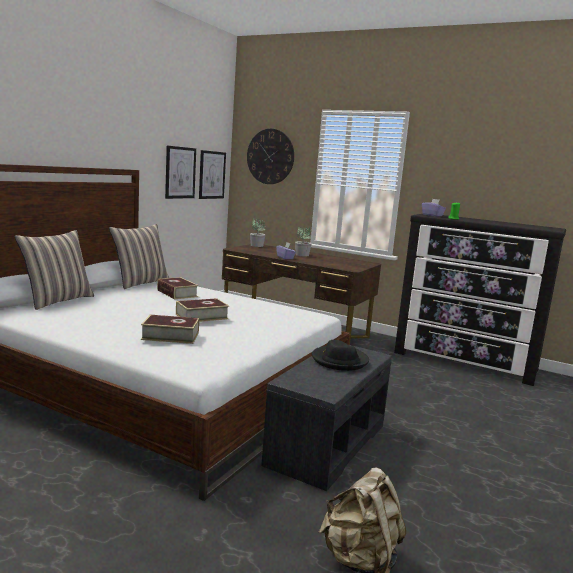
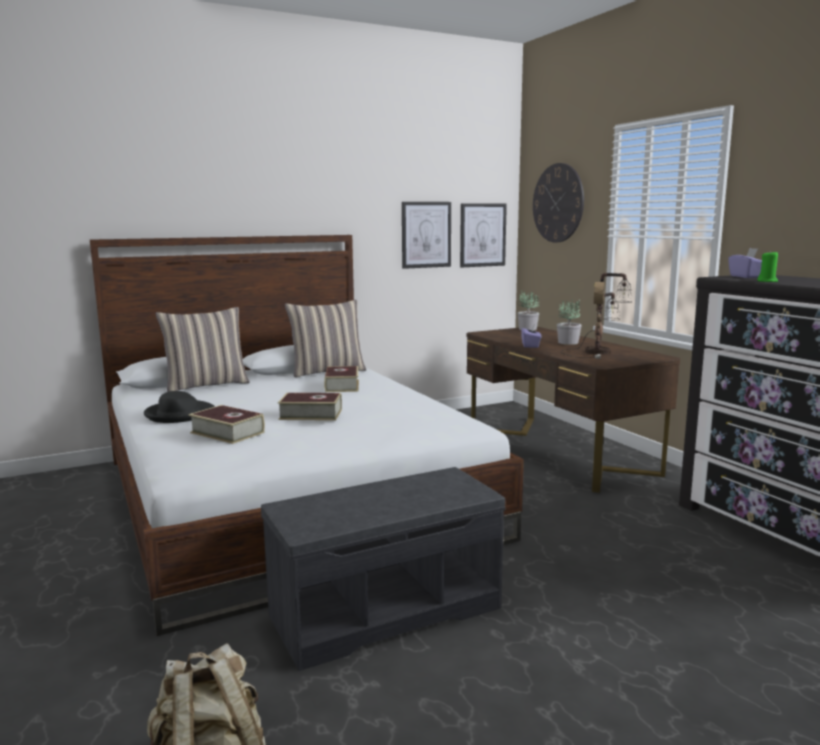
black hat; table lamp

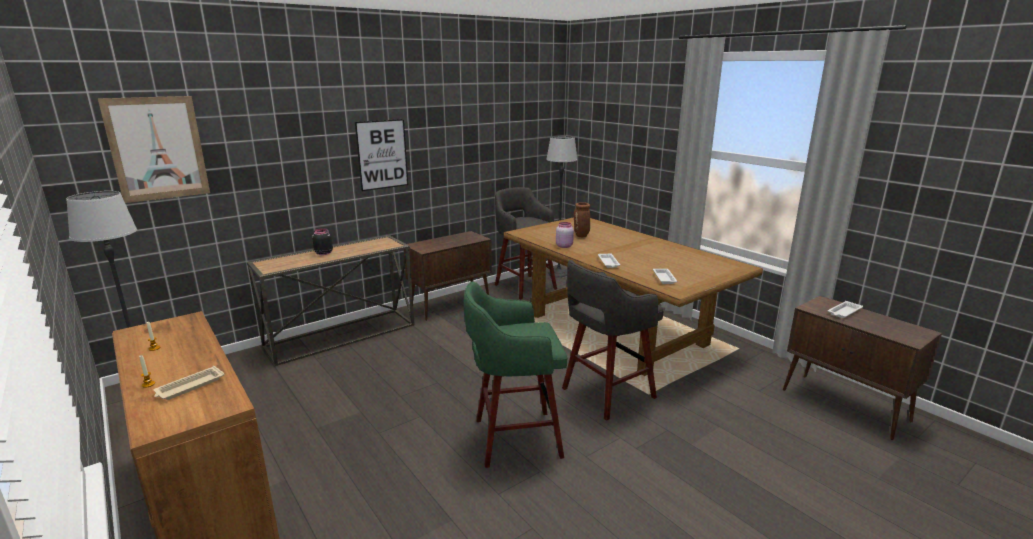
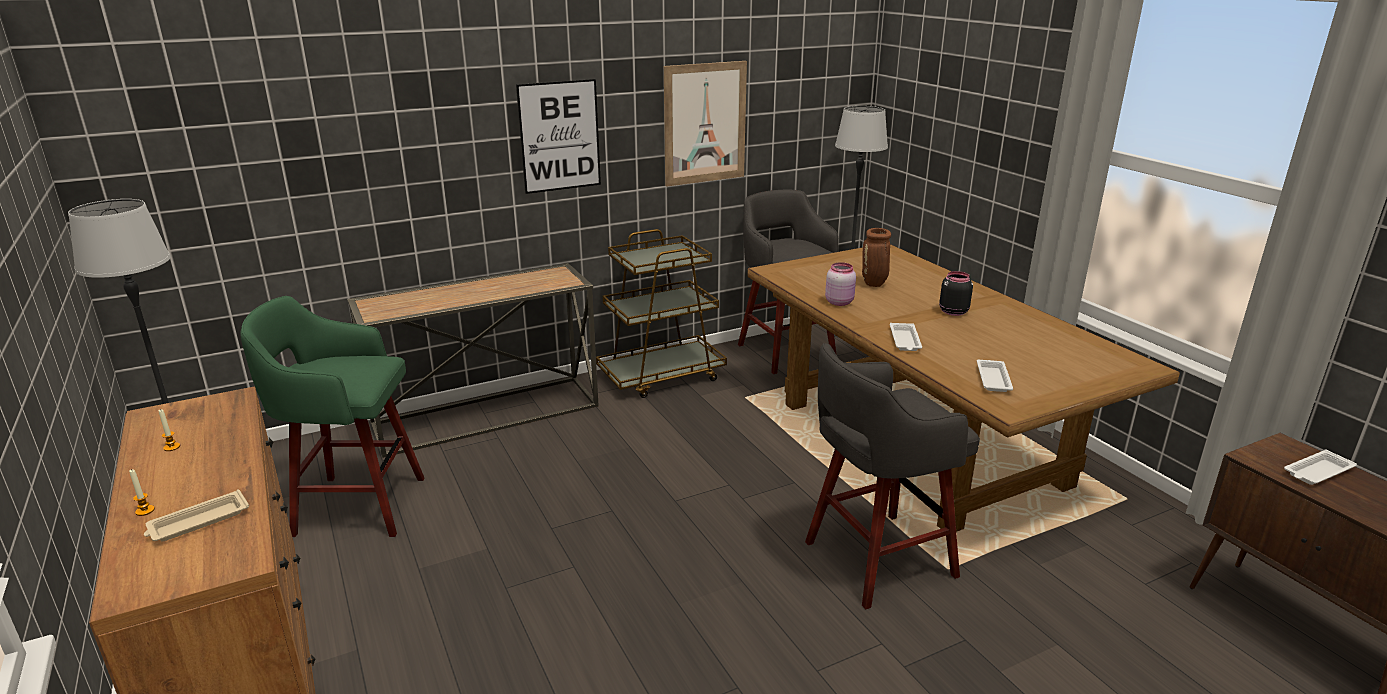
green stool; brown cart; picture (no. 2 from left); black jar

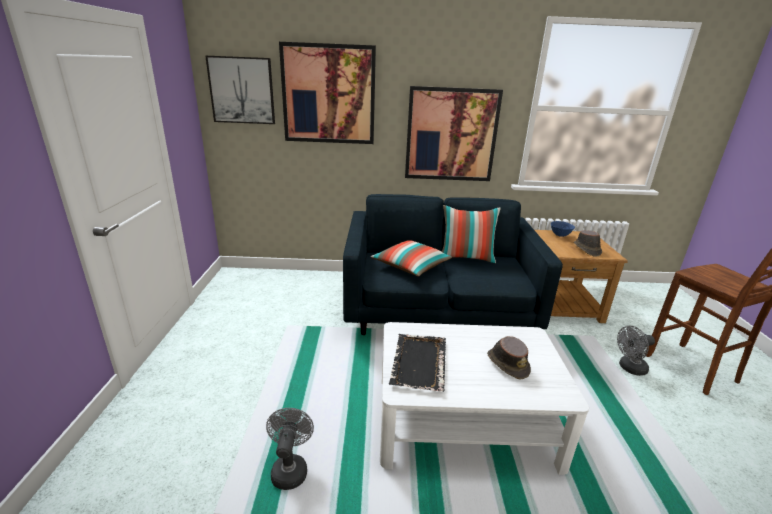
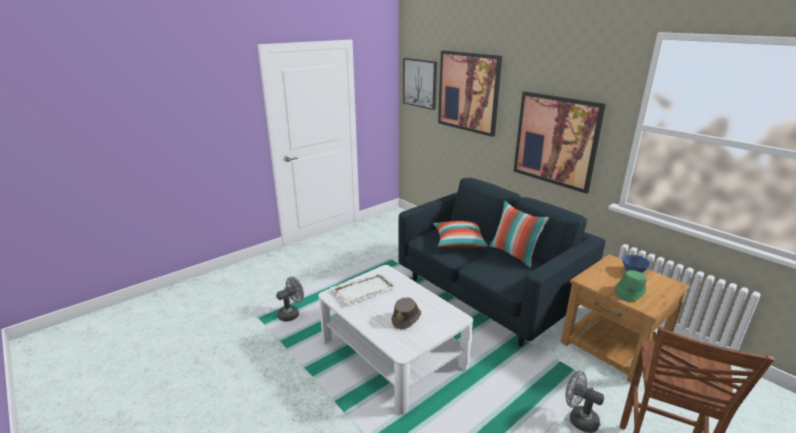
white tray; green hat

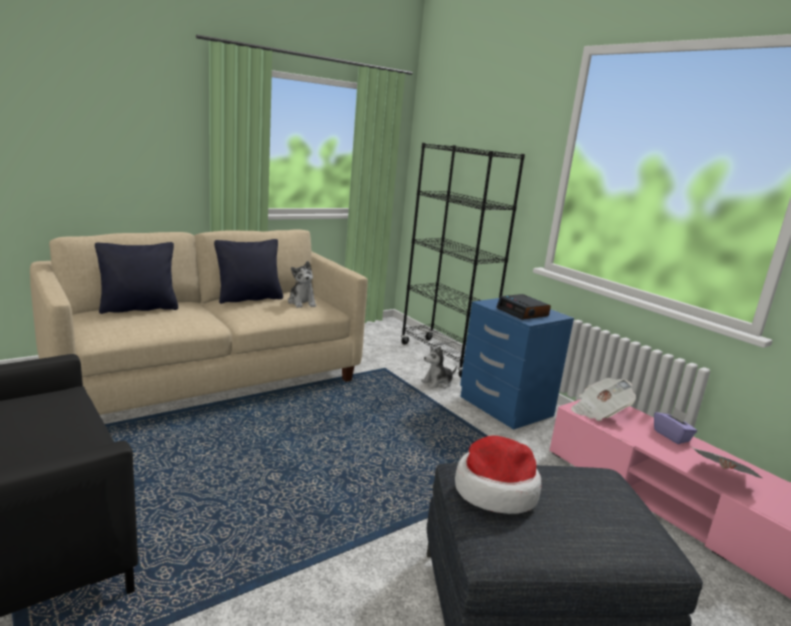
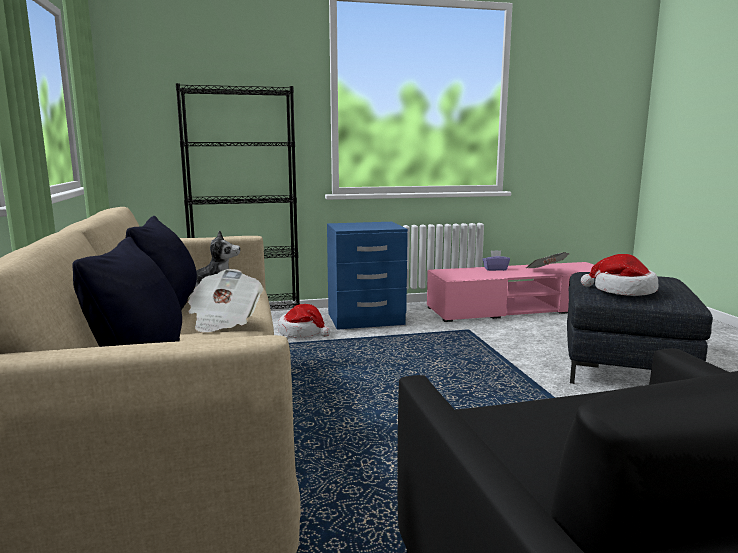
newspaper (no. 1 from left); hat (no. 1 from left); alarm clock

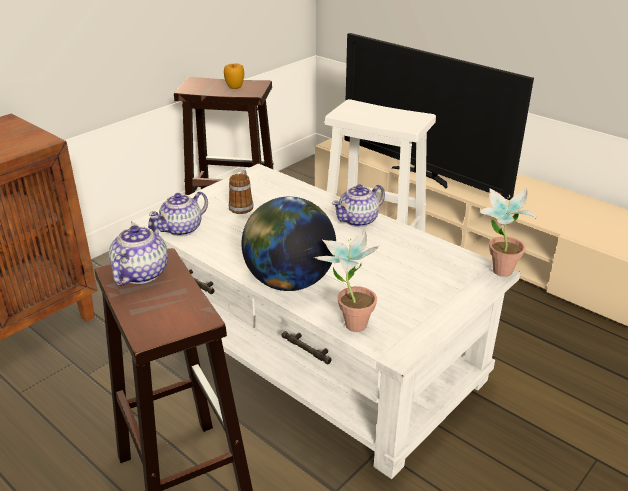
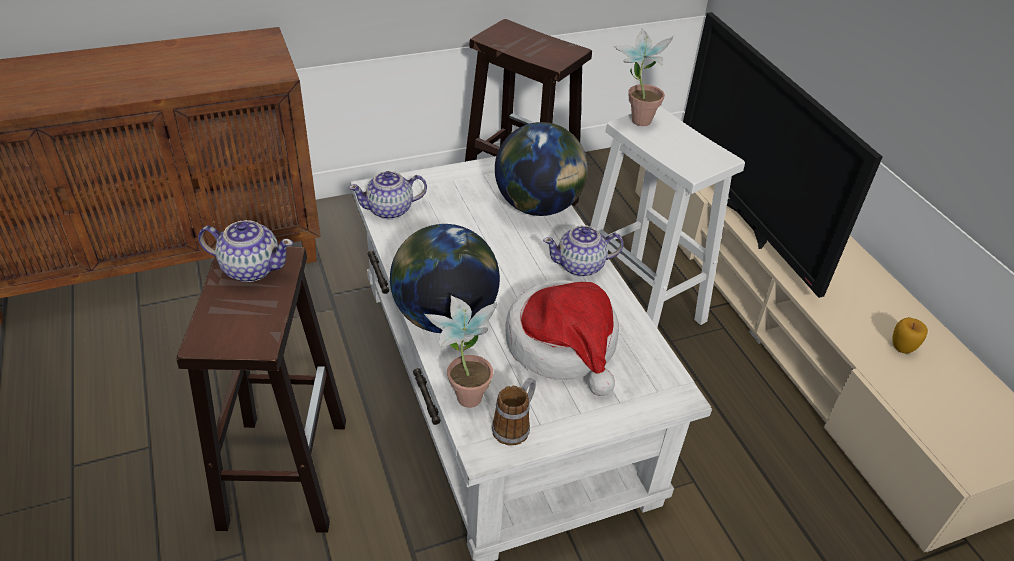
teapot (no. 1 from left); mug; globe (no. 2 from left); hat; potted plant (no. 2 from left); apple

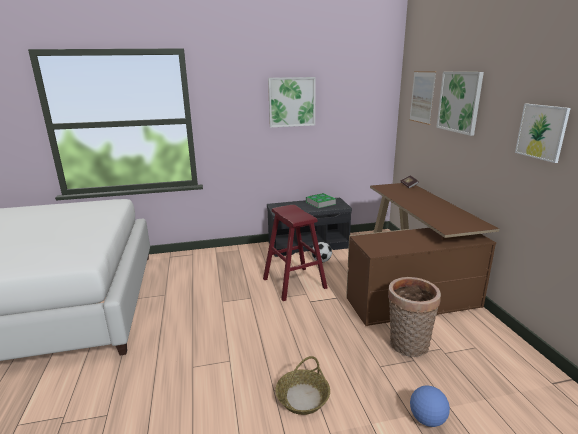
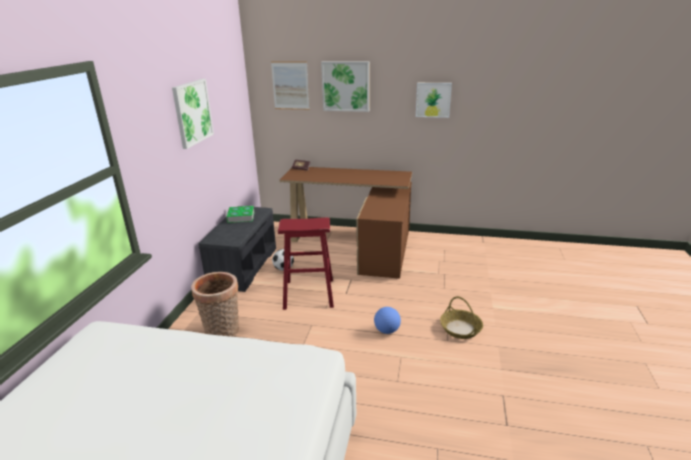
basket (no. 1 from left); football (no. 2 from left)

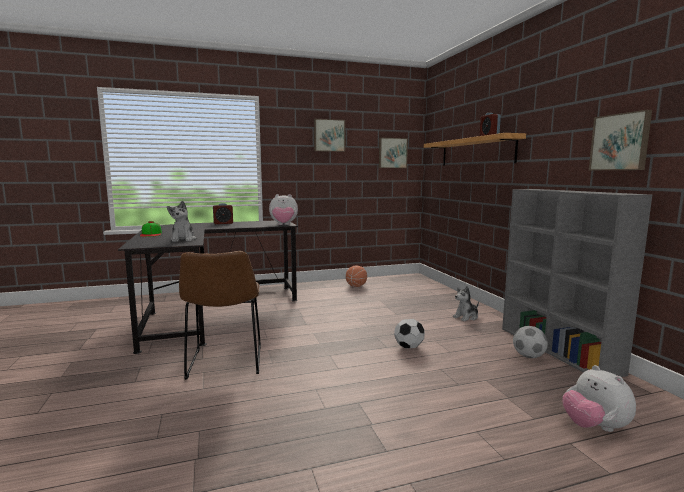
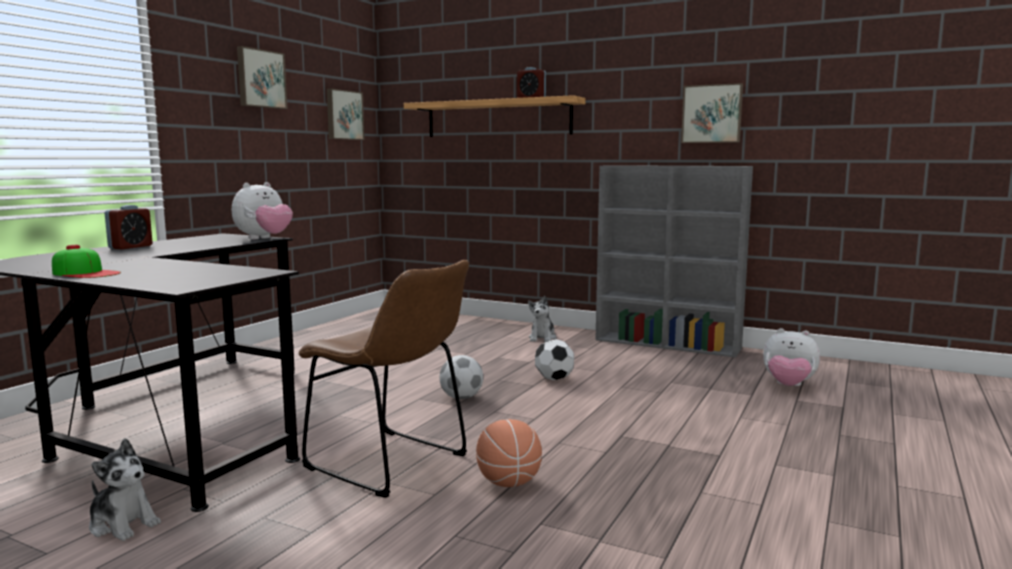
plush toy (no. 1 from left); football (no. 1 from left); basketball

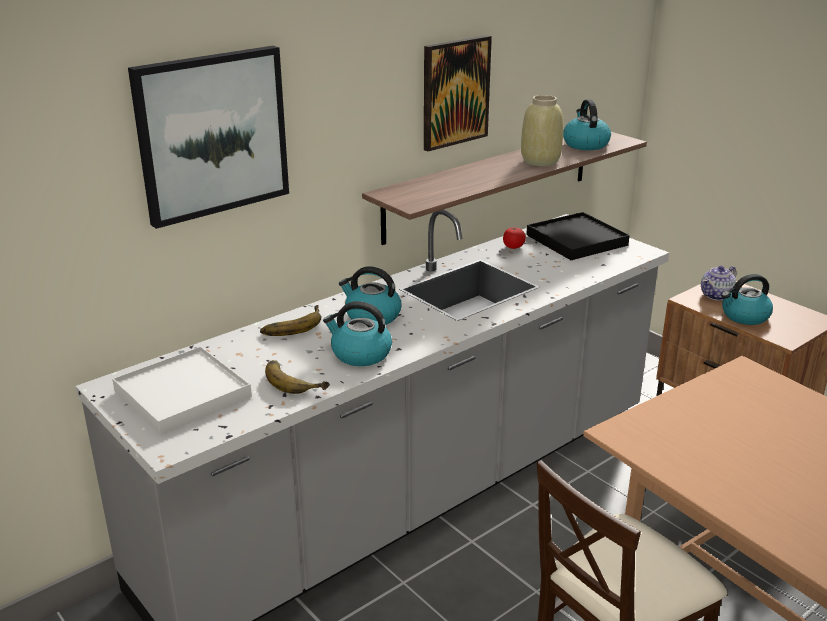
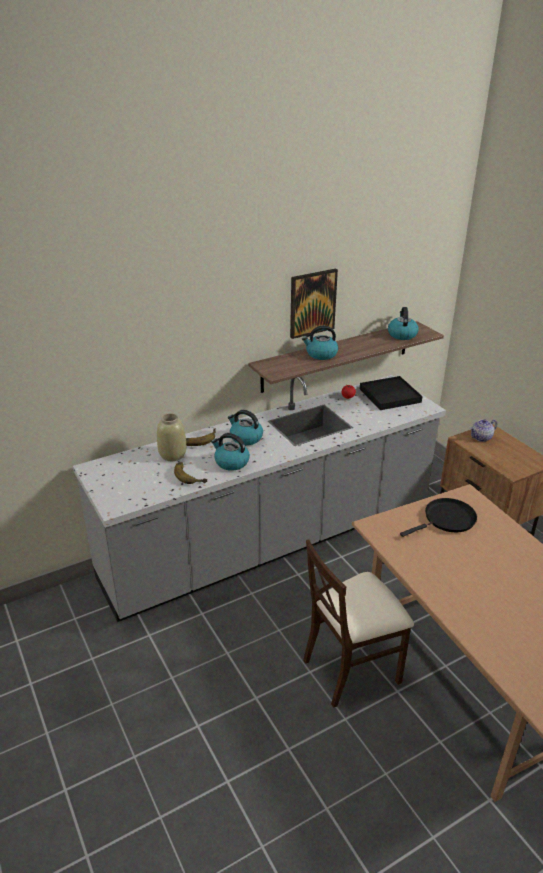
beige vase; kettle (no. 3 from left); black frying pan; white tray; picture (no. 1 from left in the first image)

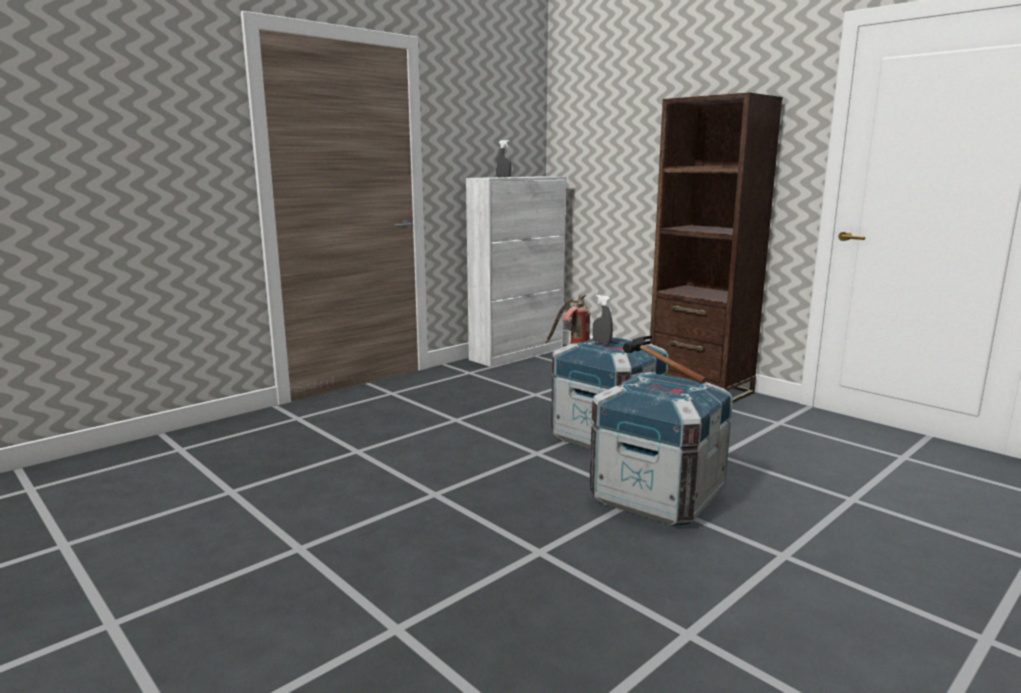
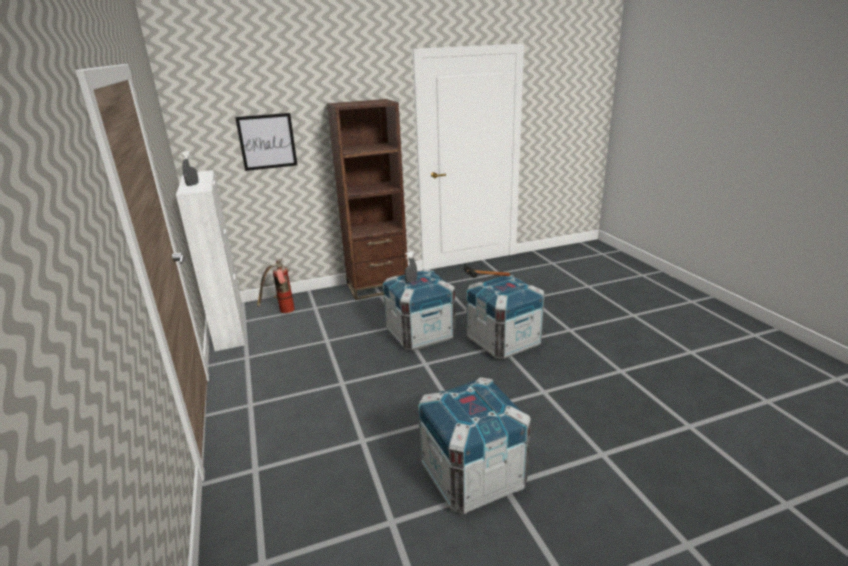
picture; crate (no. 2 from left)

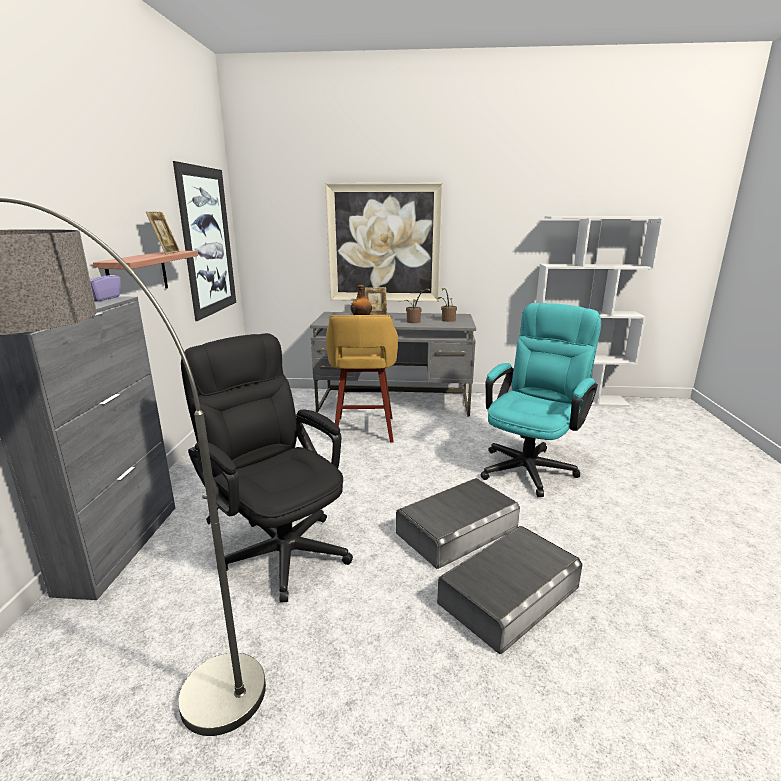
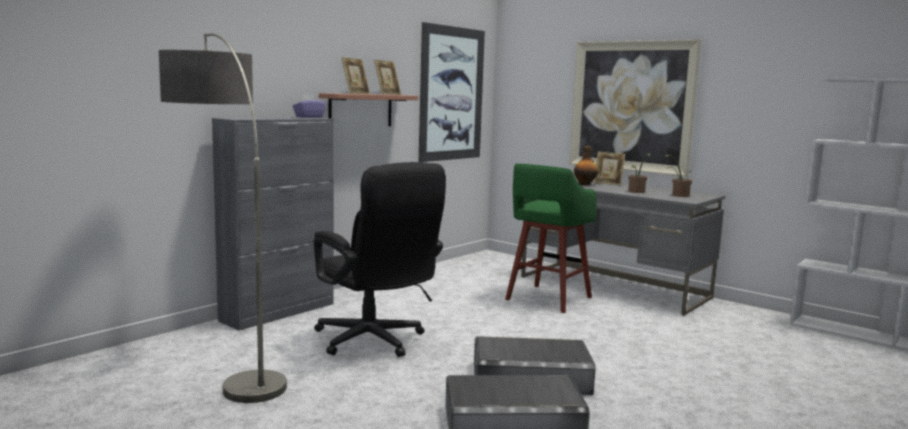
black office chair; picture frame (no. 1 from left); green stool; turquoise office chair

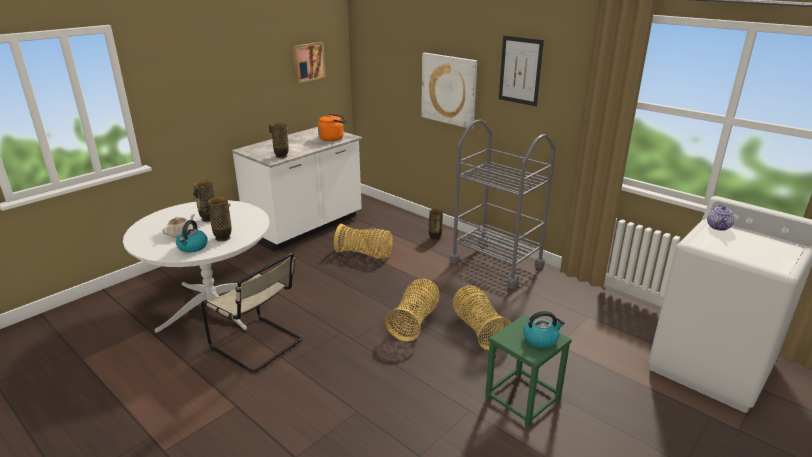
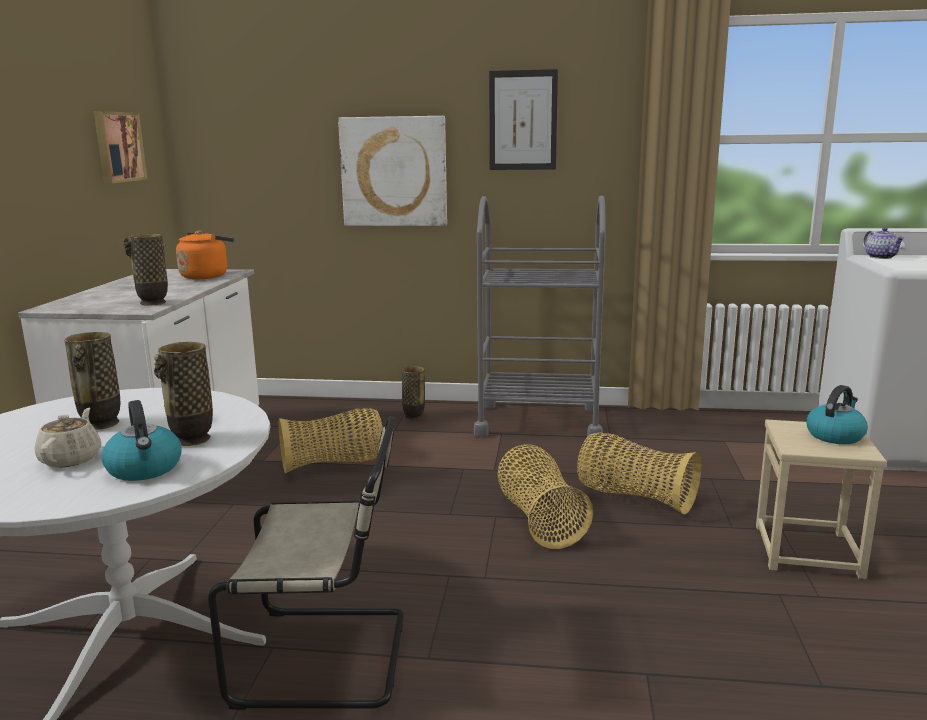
beige stool

